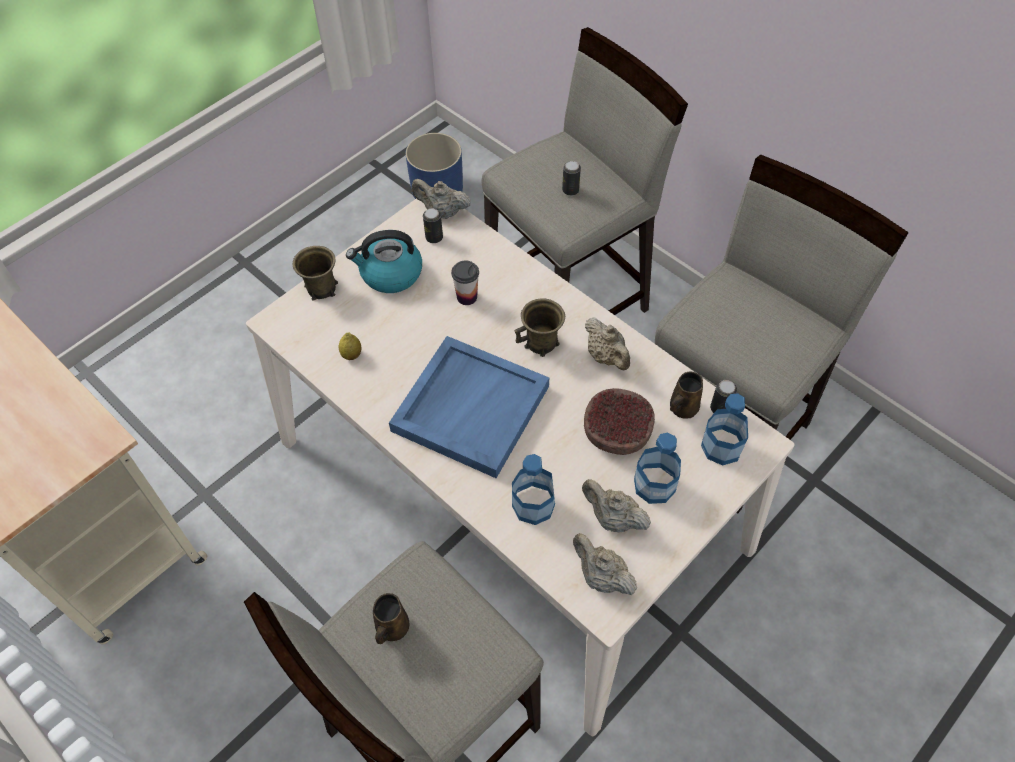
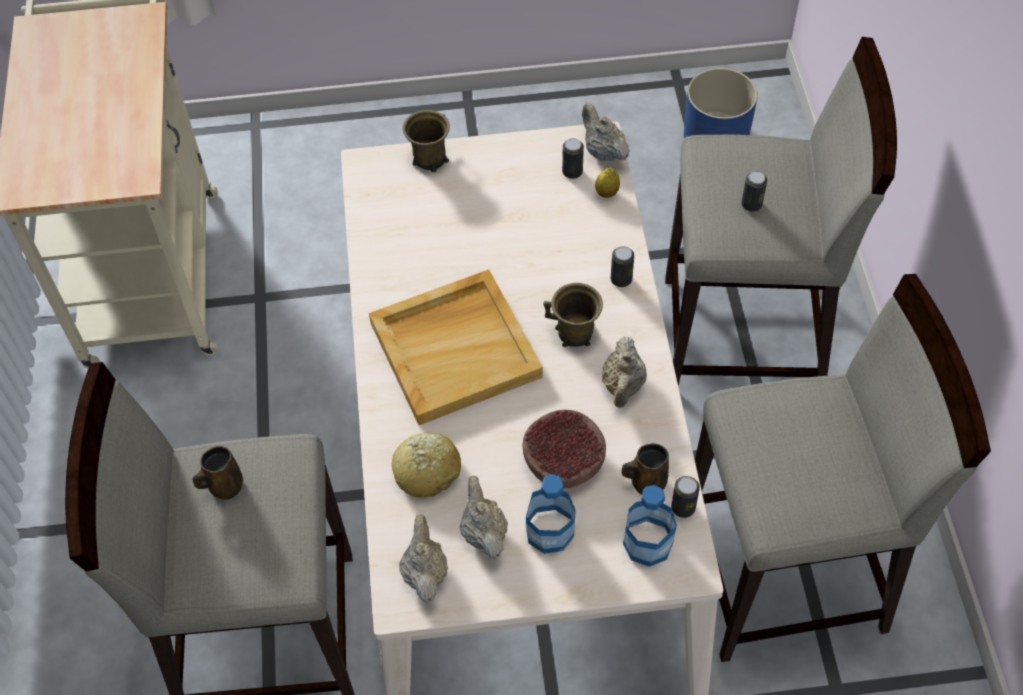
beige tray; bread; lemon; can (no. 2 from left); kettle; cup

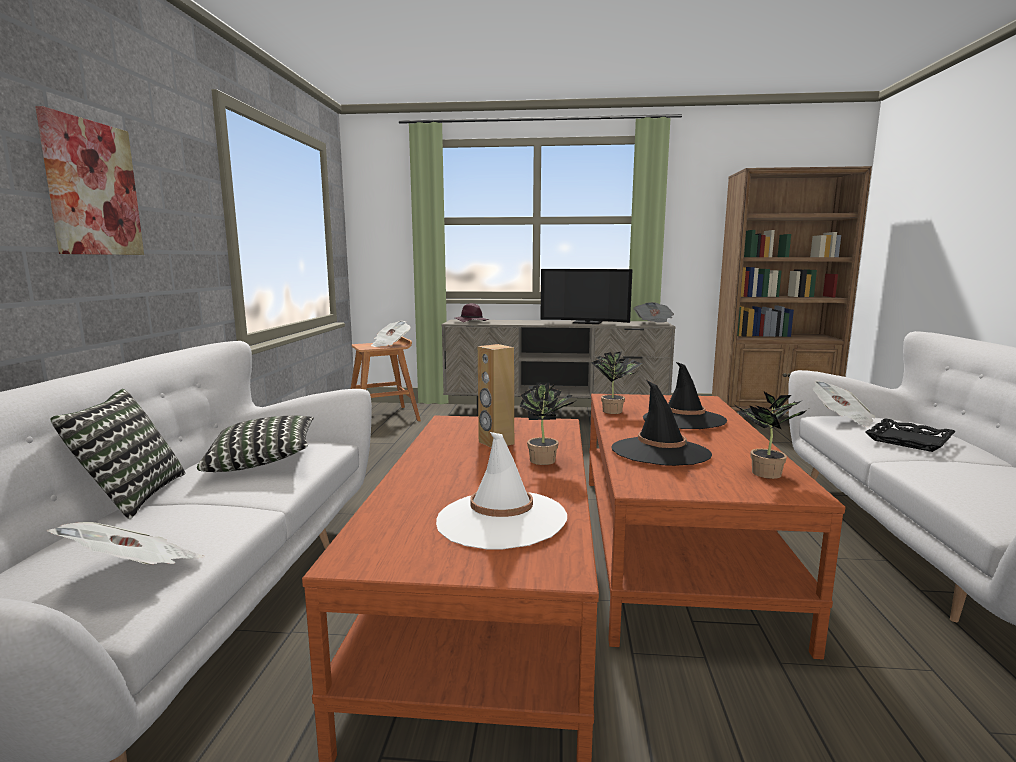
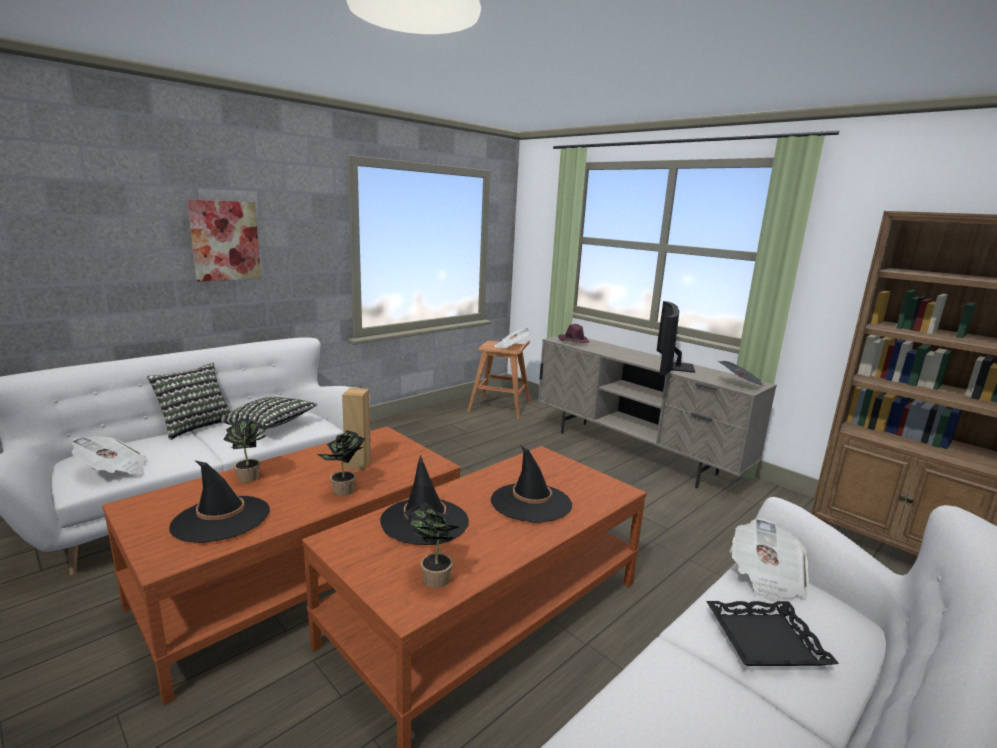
black hat (no. 1 from left); potted plant (no. 1 from left); television

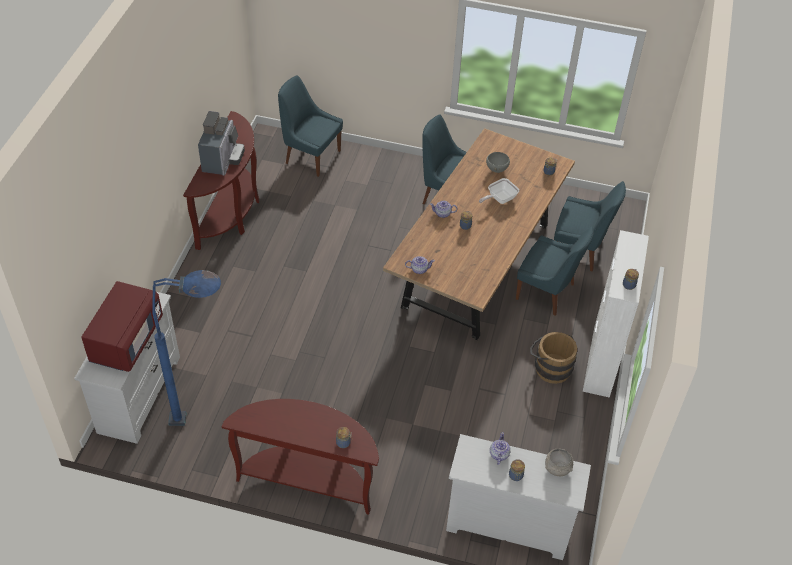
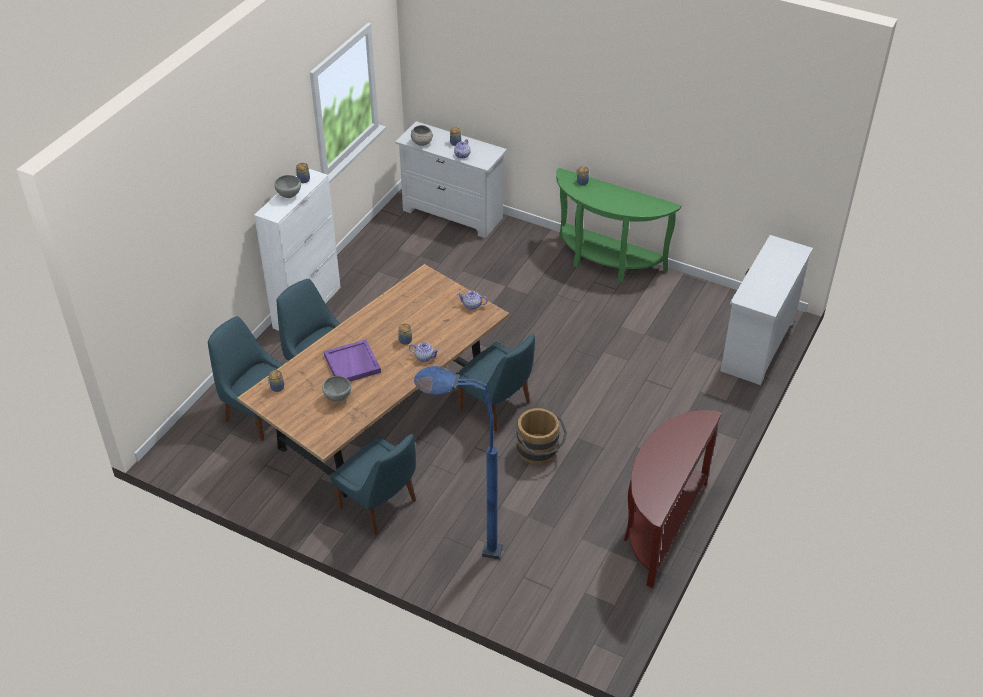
grey bowl (no. 1 from left); purple tray; blue floor lamp; blue chair (no. 4 from left); brown bucket; green console table; red microwave; coffee machine

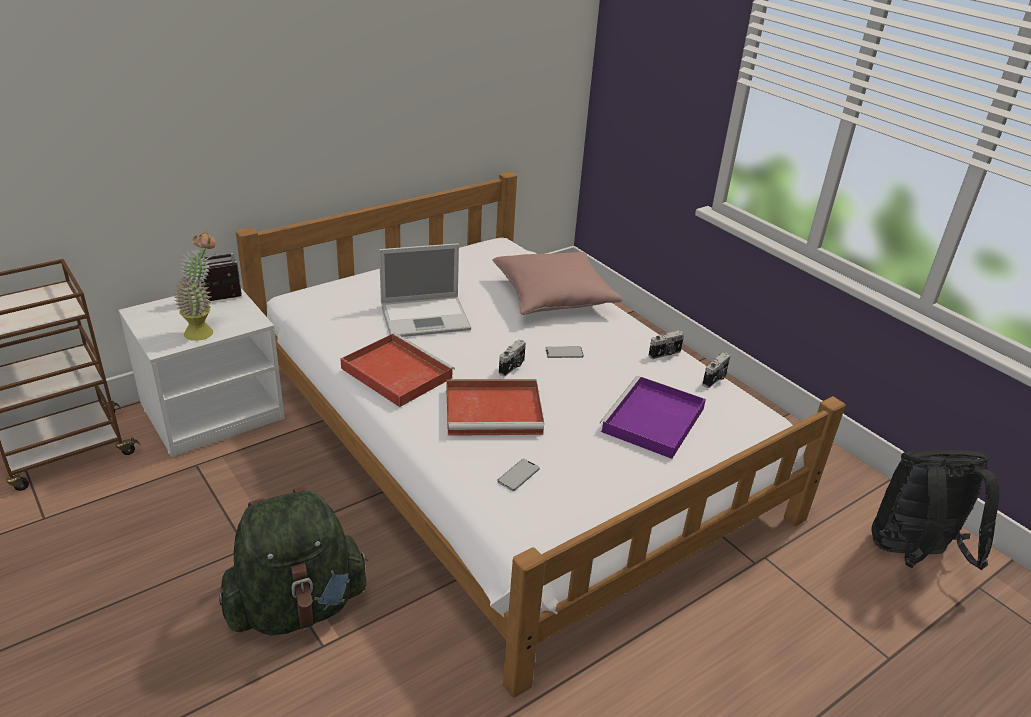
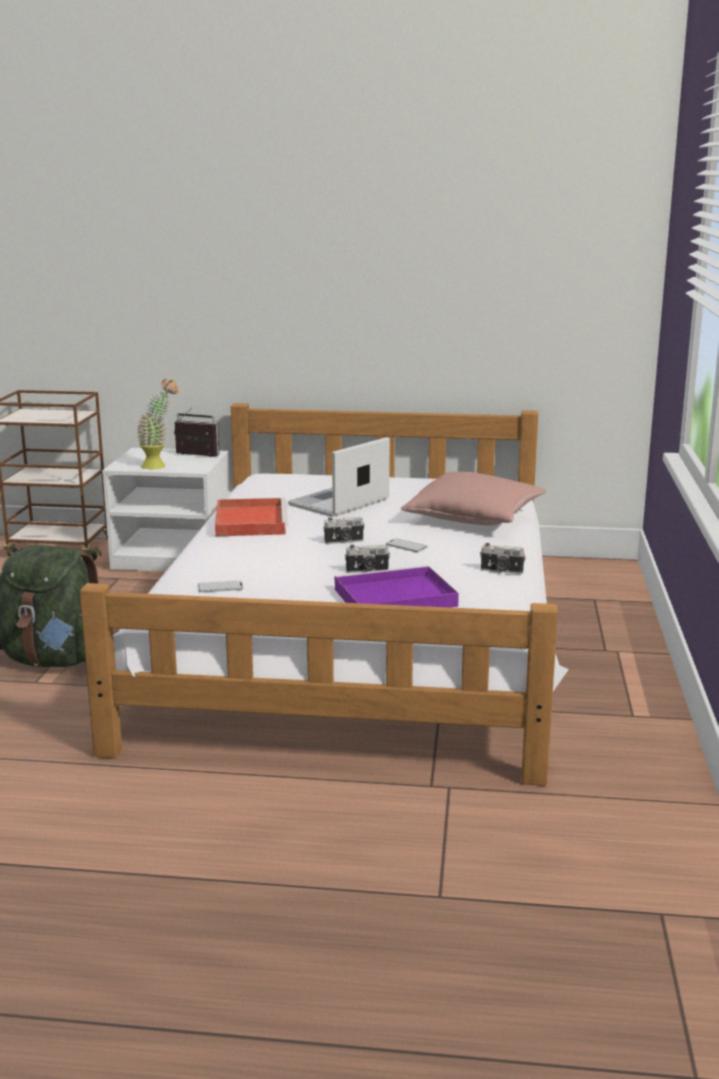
laptop; photo camera (no. 2 from left); red tray (no. 2 from left in the first image); black backpack

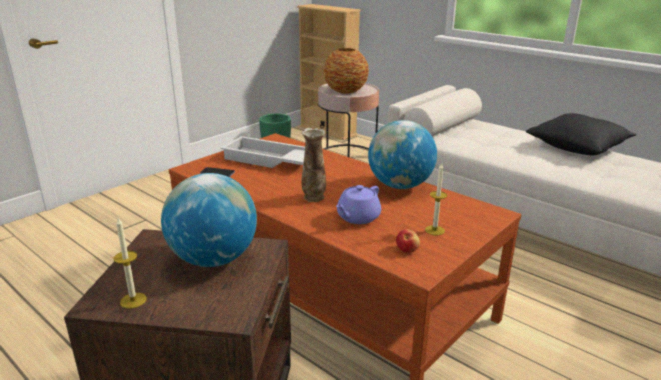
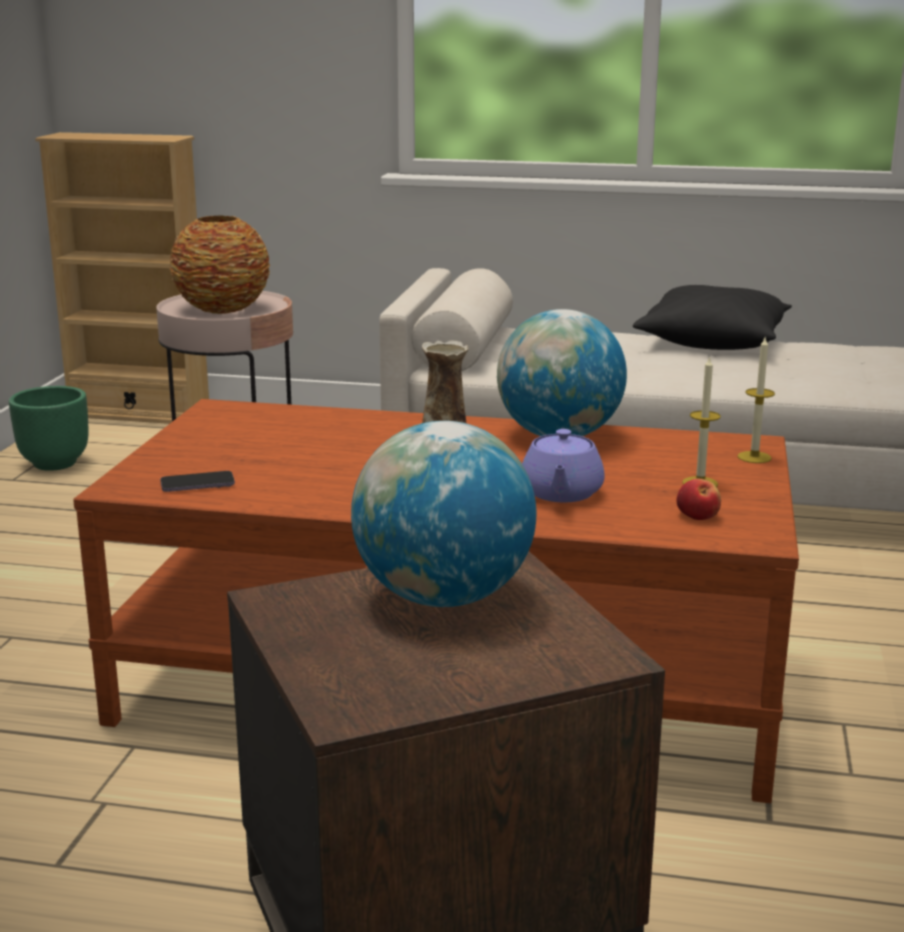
candle (no. 2 from left); white tray

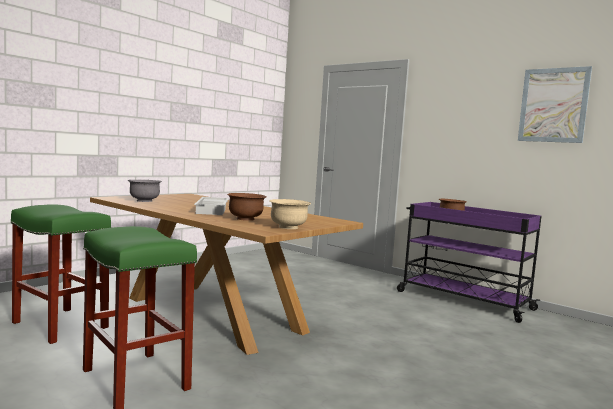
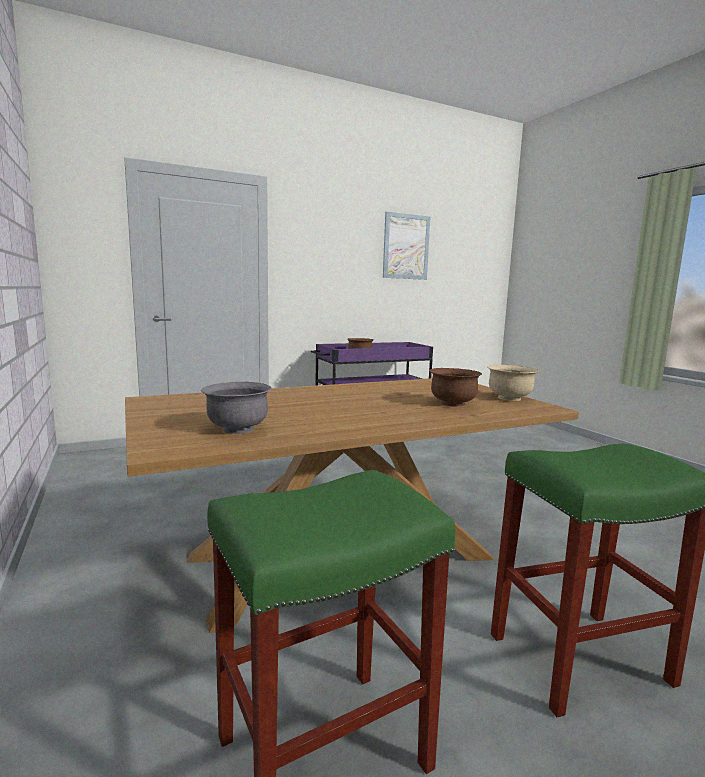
white tray

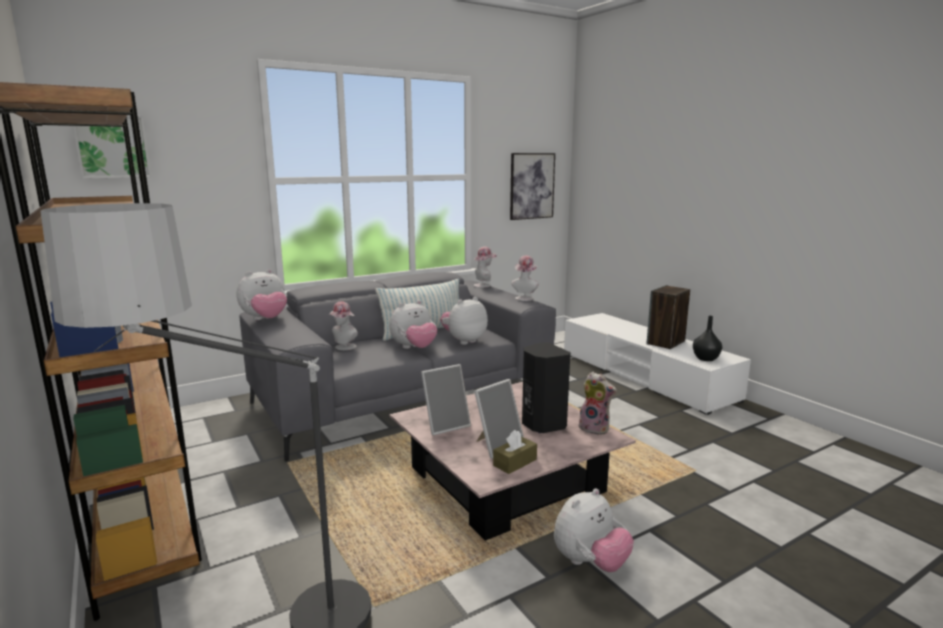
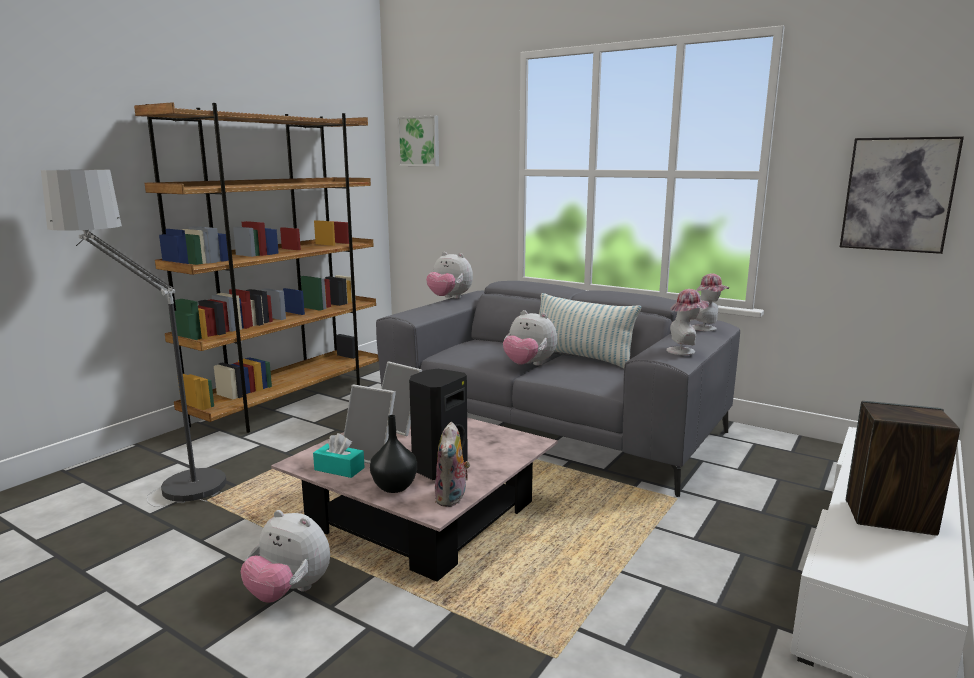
turquoise tissue box; black vase; hat (no. 1 from left in the first image); plush toy (no. 3 from left in the first image)

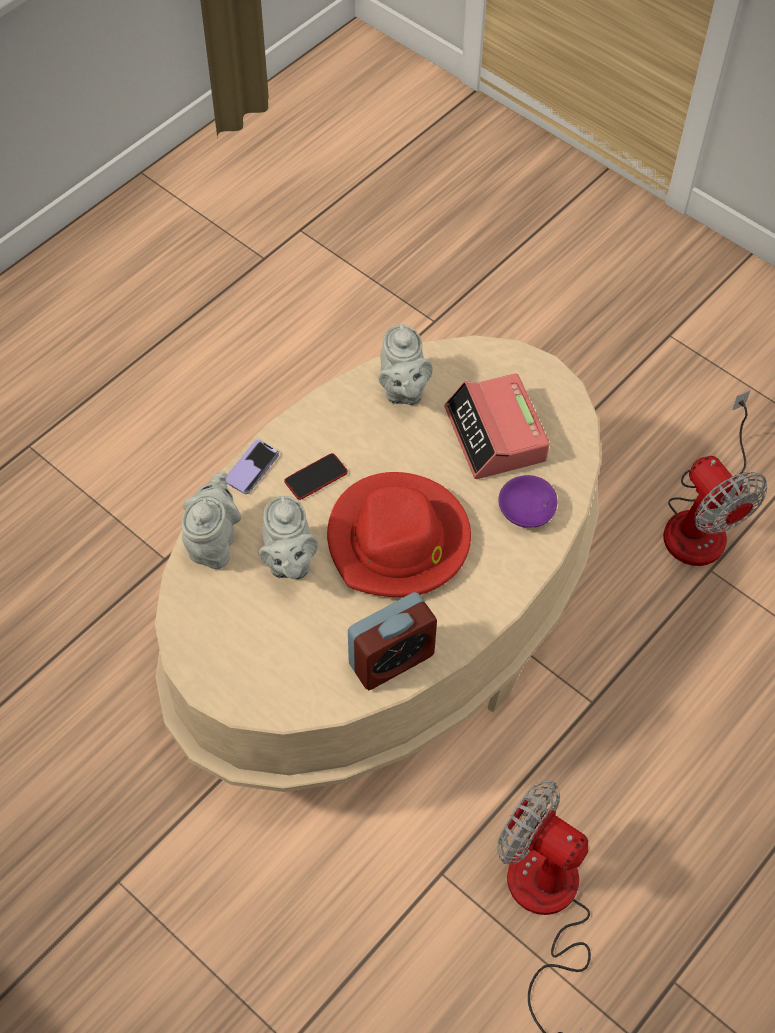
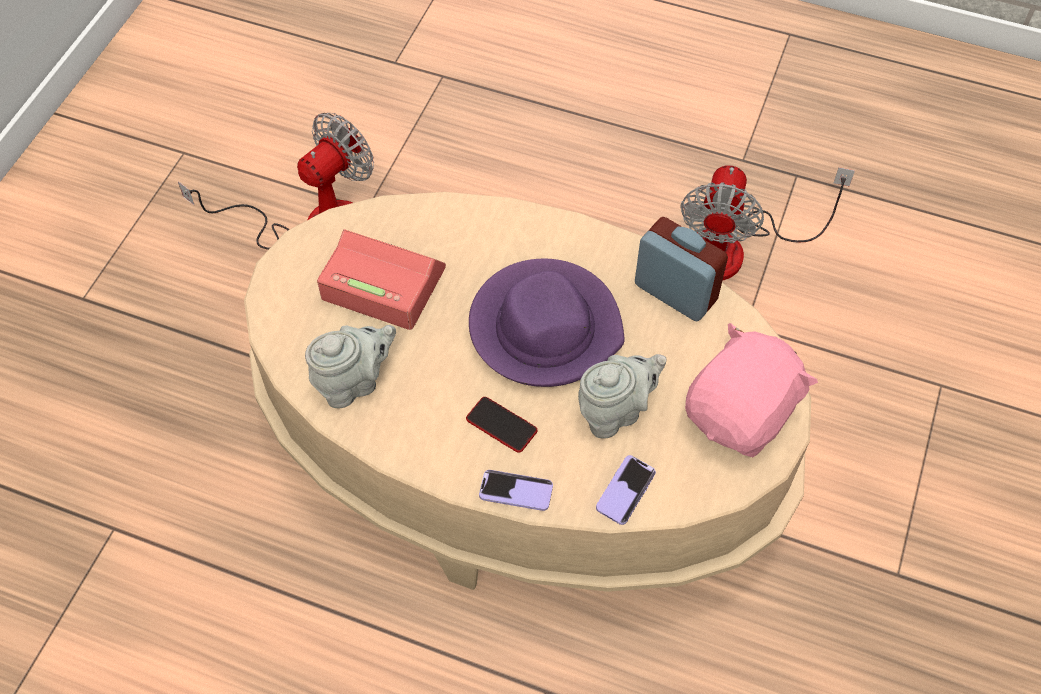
alarm clock (no. 1 from left); purple hat; phone (no. 3 from left); pink plush toy; purple bowl

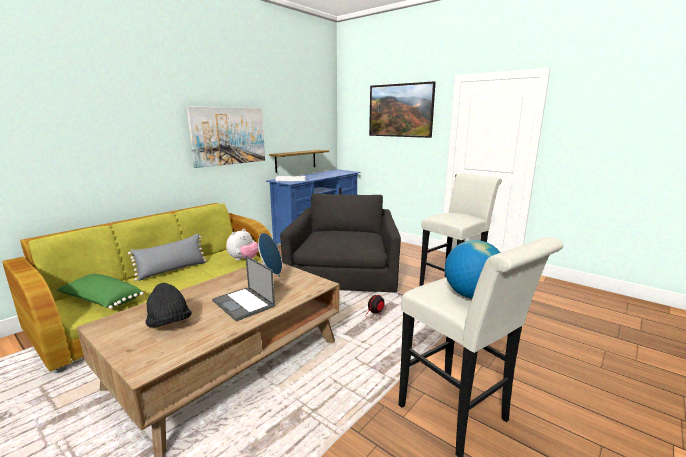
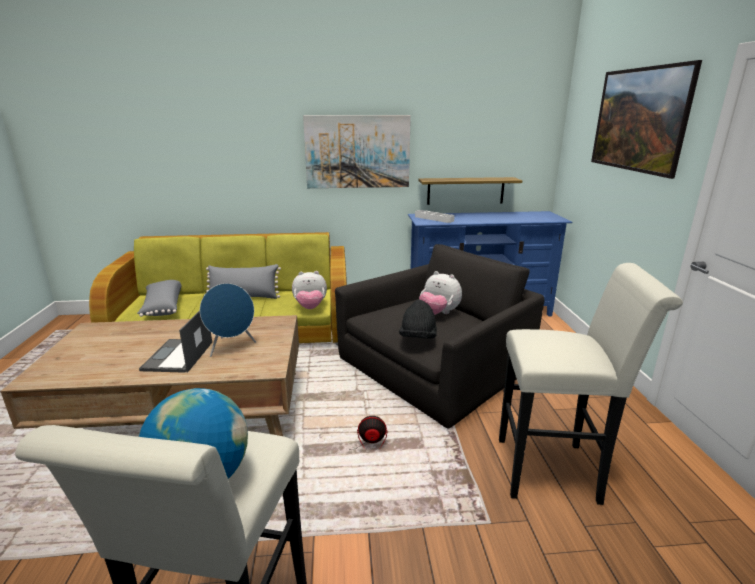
grey pillow (no. 1 from left); black hat; plush toy (no. 2 from left)

